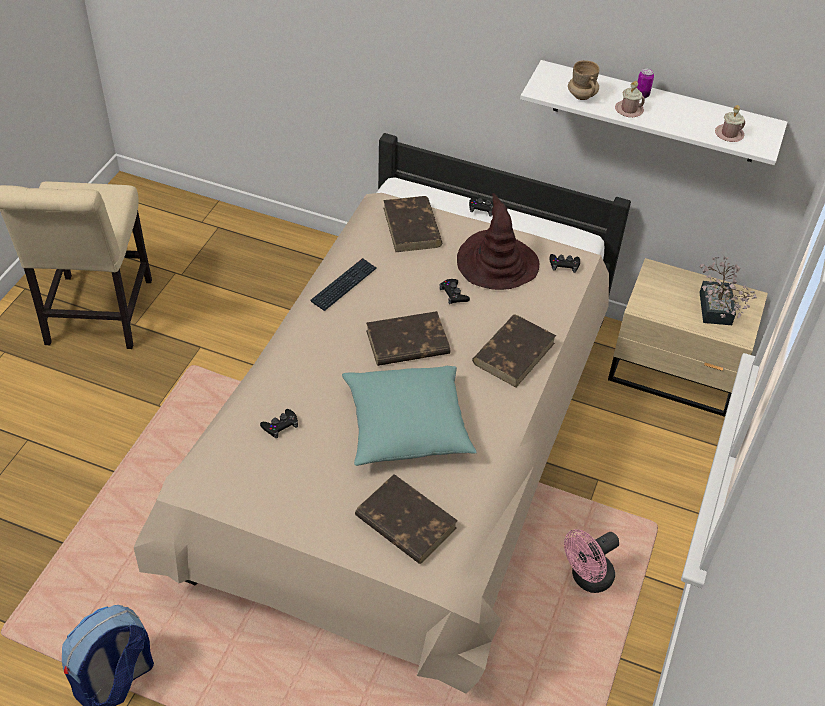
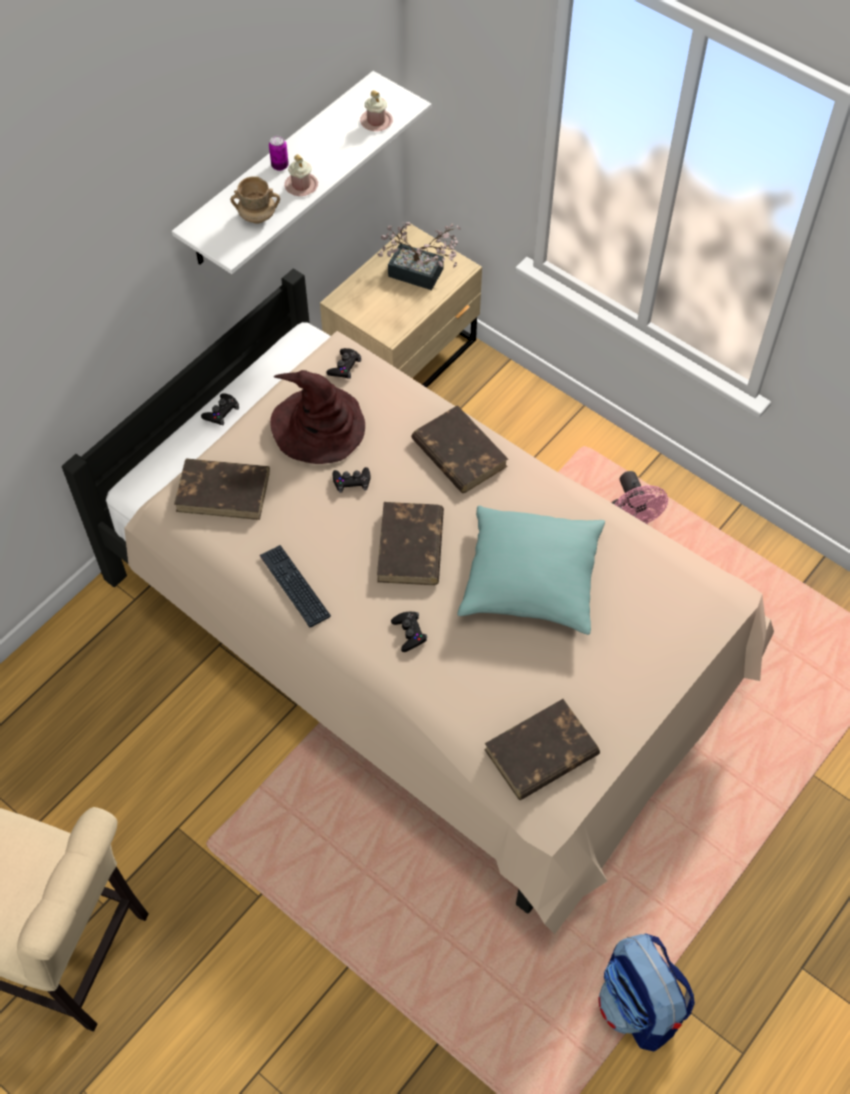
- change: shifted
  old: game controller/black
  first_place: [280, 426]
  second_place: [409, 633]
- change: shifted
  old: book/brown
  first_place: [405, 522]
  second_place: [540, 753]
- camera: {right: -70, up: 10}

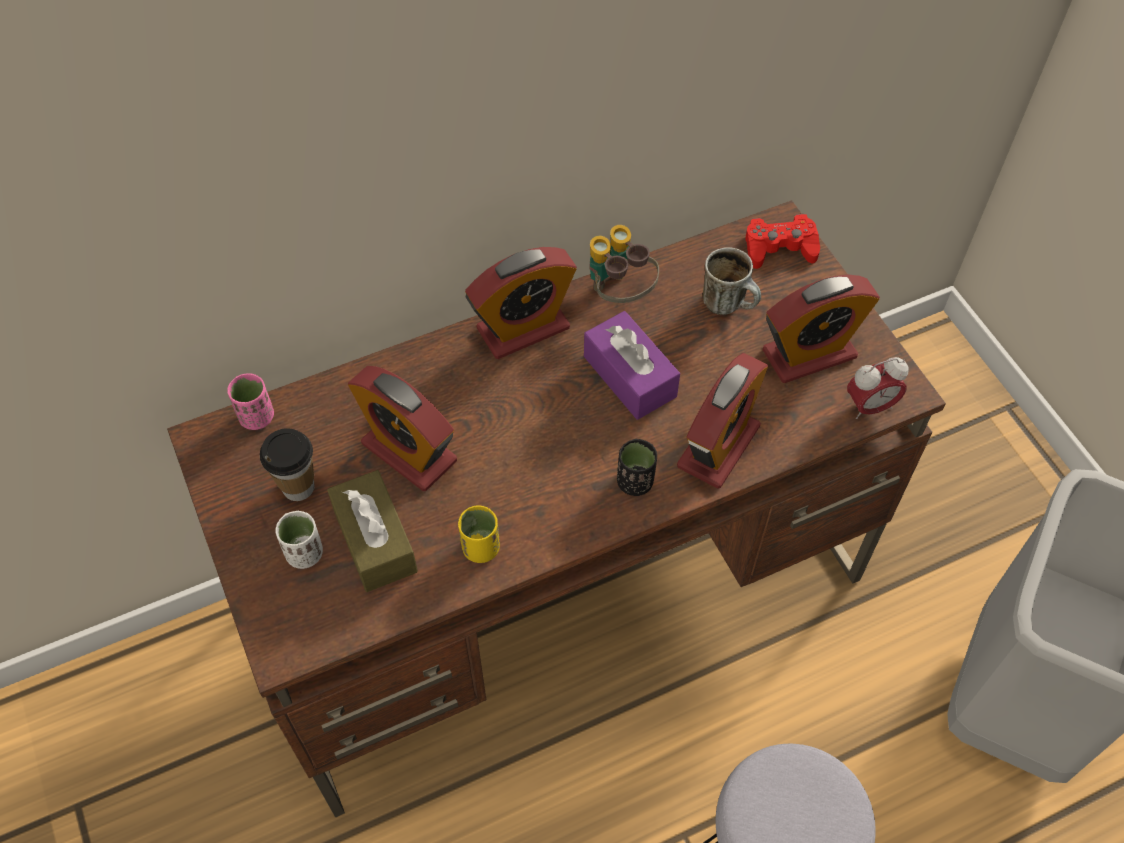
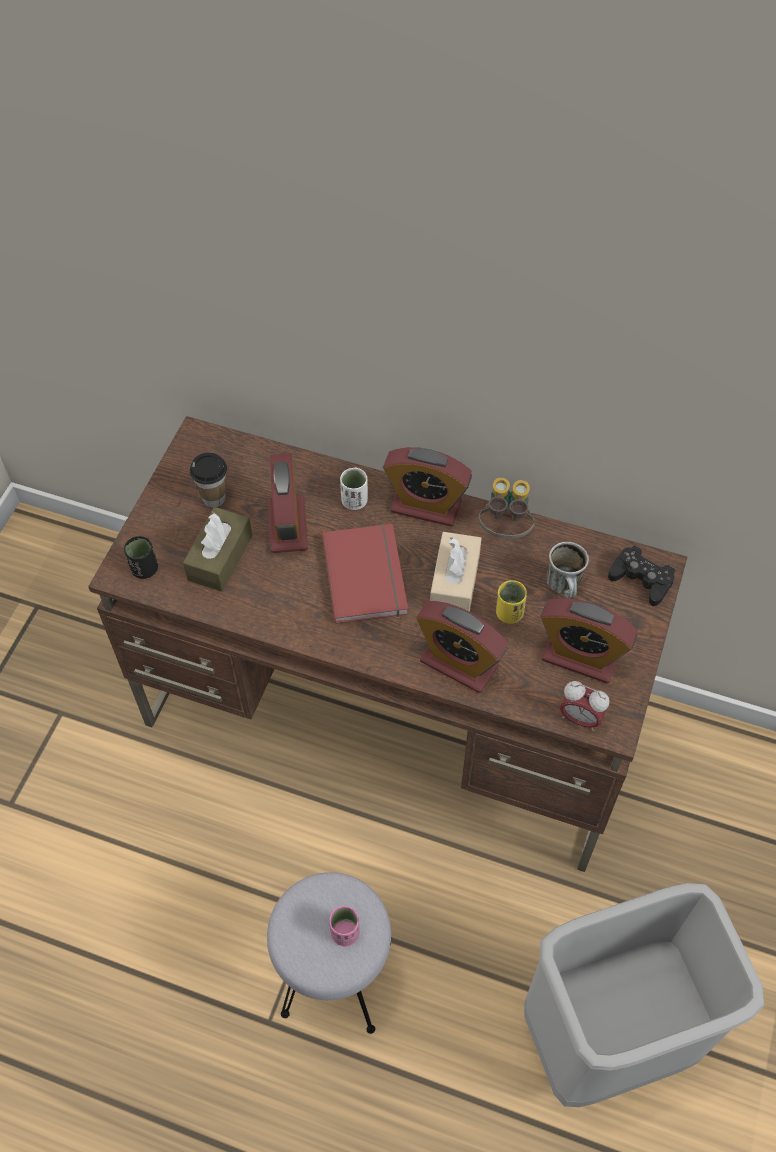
- change: repainted
  old: game controller/red
  new: game controller/black
  first_place: [779, 247]
  second_place: [641, 579]
- change: repainted
  old: tissue box/purple
  new: tissue box/beige
  first_place: [629, 376]
  second_place: [455, 582]
- change: rotated
  old: alarm clock
  first_place: [718, 446]
  second_place: [459, 663]
  degrees: 45
- change: shifted
  old: cup/pink
  first_place: [257, 417]
  second_place: [345, 933]
- change: shifted
  old: cup/black
  first_place: [635, 482]
  second_place: [144, 569]
- change: shifted
  old: cup/yellow
  first_place: [480, 548]
  second_place: [509, 613]
- change: shifted
  old: cup/white
  first_place: [305, 553]
  second_place: [354, 501]
- change: new
  new: book/red
  second_place: [368, 575]
- camera: {right: 45, up: 0}

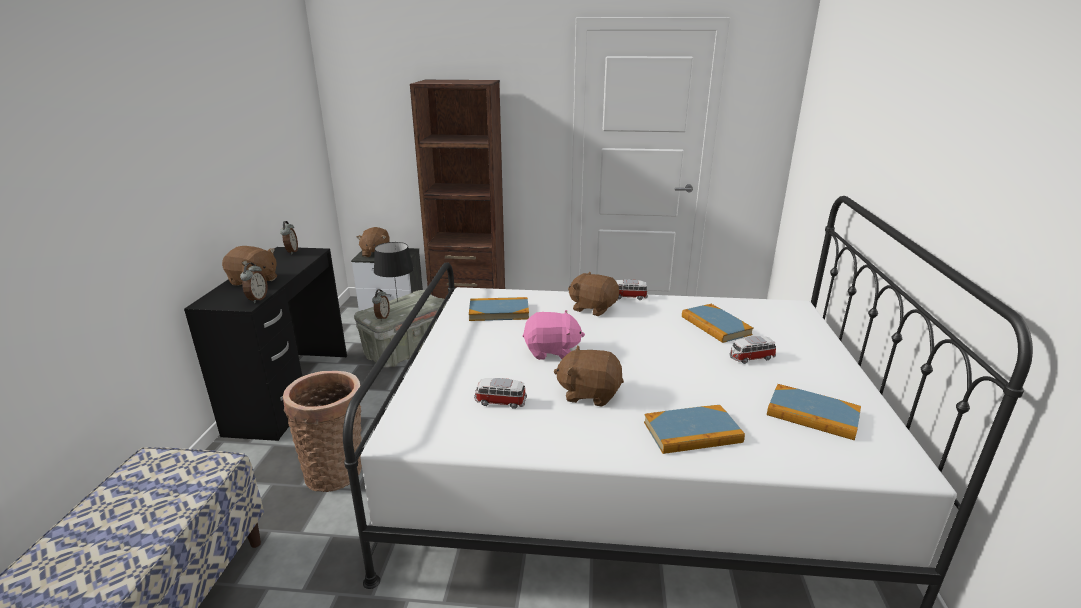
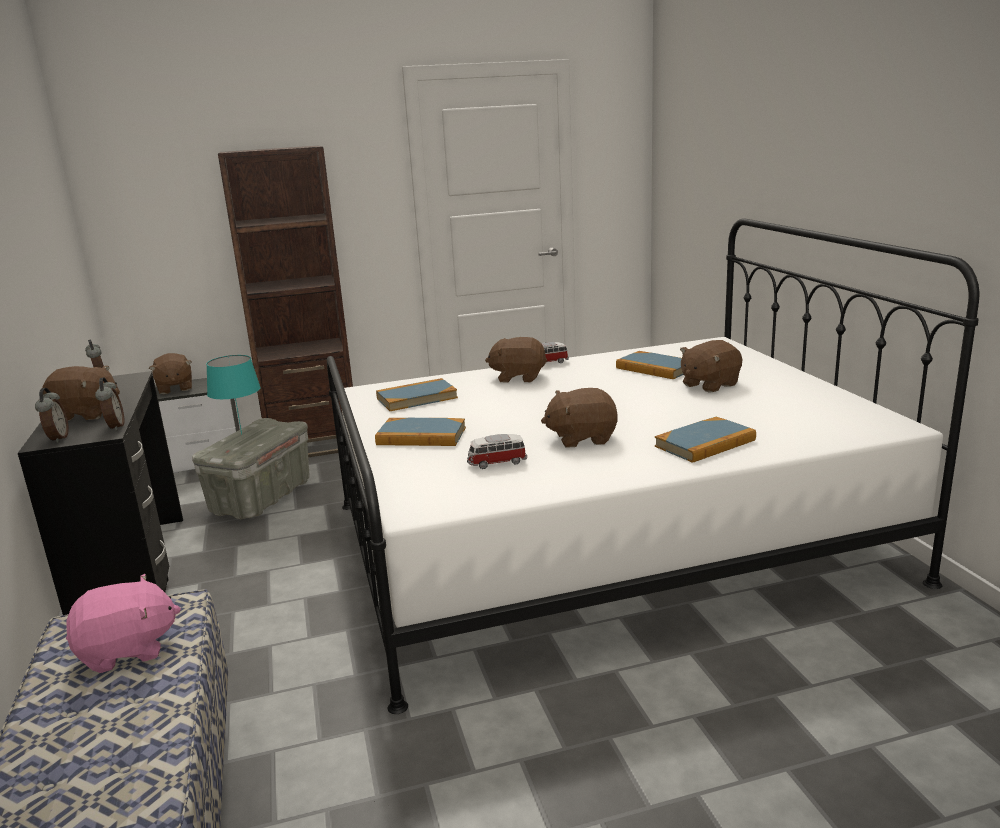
- change: repainted
  old: table lamp/black
  new: table lamp/turquoise
  first_place: [398, 302]
  second_place: [242, 434]
- change: shifted
  old: alarm clock
  first_place: [382, 317]
  second_place: [57, 439]
- change: shifted
  old: plush toy/pink
  first_place: [551, 351]
  second_place: [128, 650]
- change: swapped
  old: toy car
  new: plush toy/brown
  first_place: [751, 358]
  second_place: [709, 385]
- change: gone
  old: basket
  first_place: [336, 470]
- change: shifted
  old: book
  first_place: [812, 415]
  second_place: [421, 436]
- camera: {right: -20, up: -5}

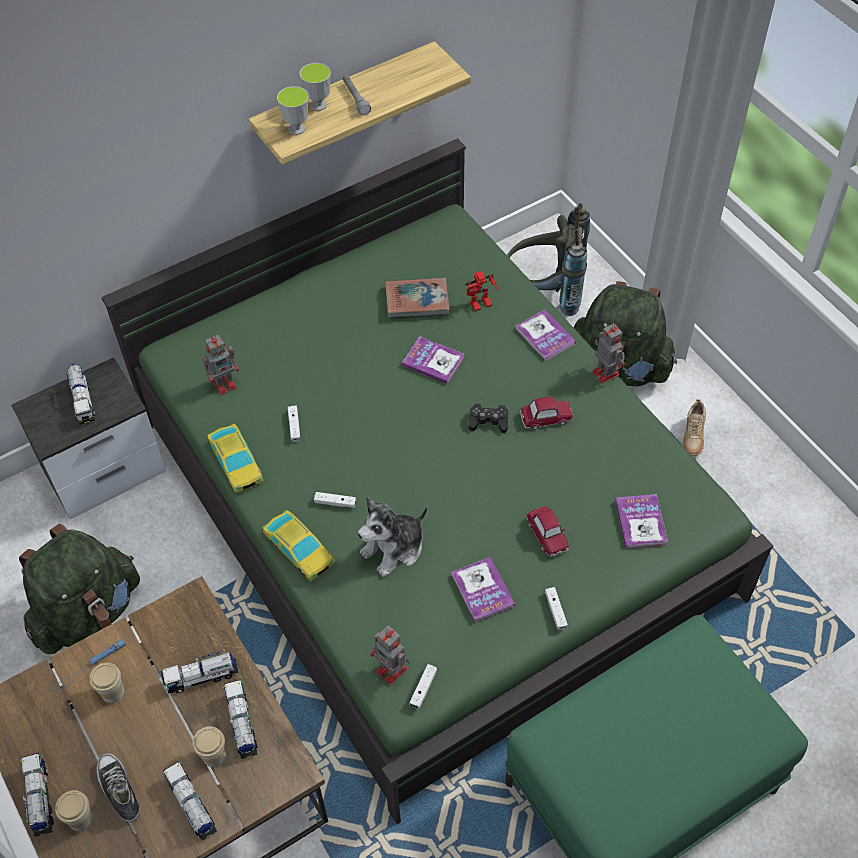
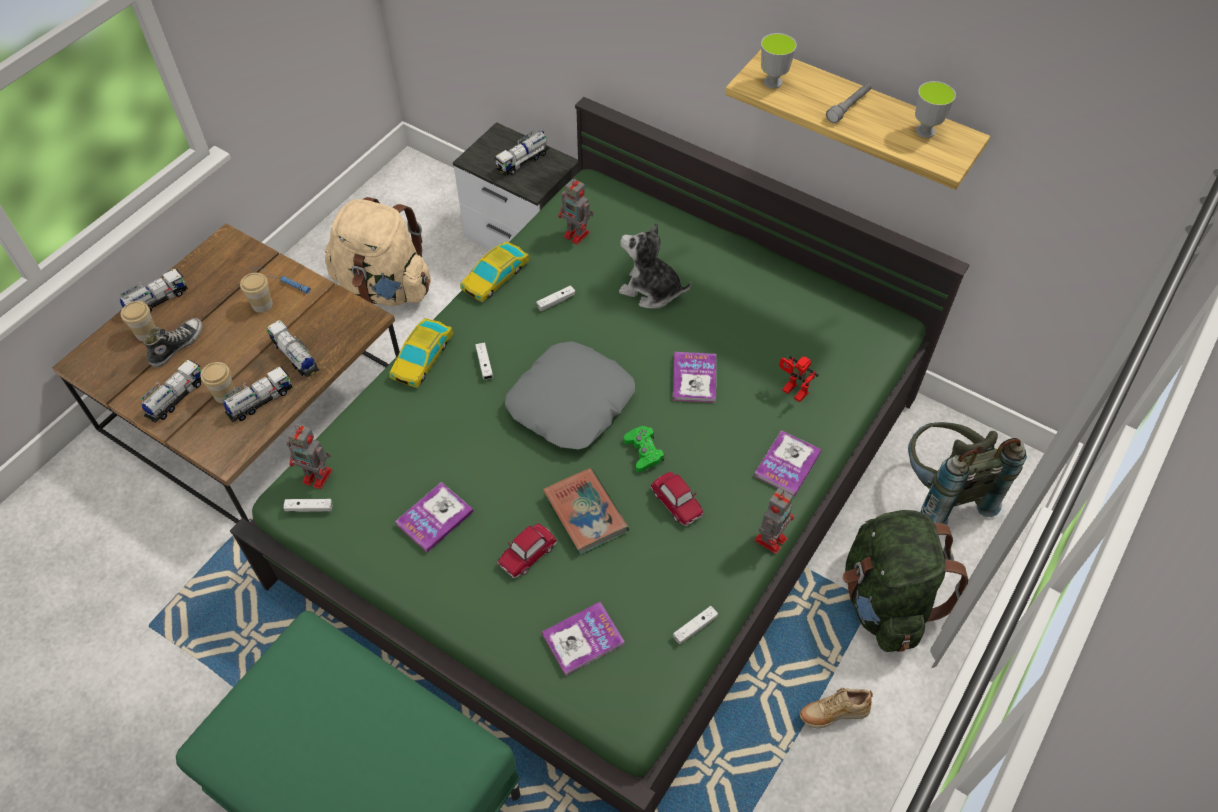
- change: shifted
  old: cup
  first_place: [318, 105]
  second_place: [925, 131]
- change: shifted
  old: book
  first_place: [417, 301]
  second_place: [585, 514]
- change: repainted
  old: game controller/black
  new: game controller/green
  first_place: [488, 421]
  second_place: [643, 452]
- change: shifted
  old: plush toy
  first_place: [394, 548]
  second_place: [651, 290]
- change: repainted
  old: backpack/green
  new: backpack/beige
  first_place: [88, 613]
  second_place: [385, 288]
- change: shifted
  old: game controller/white
  first_place: [555, 611]
  second_place: [695, 627]
- change: rotated
  old: toy robot
  first_place: [392, 671]
  second_place: [319, 476]
  degrees: -90
- change: new
  new: pillow/grey
  second_place: [571, 403]
- camera: {right: 65, up: 0}

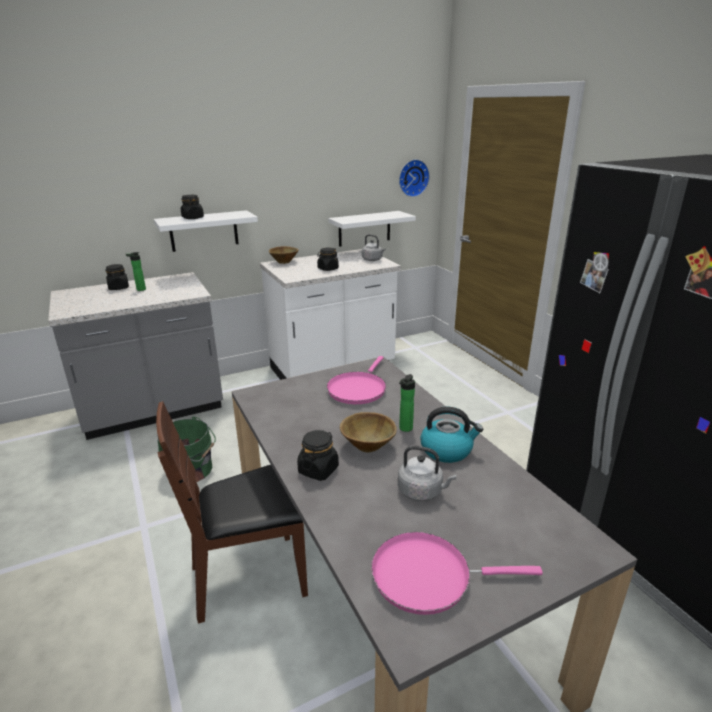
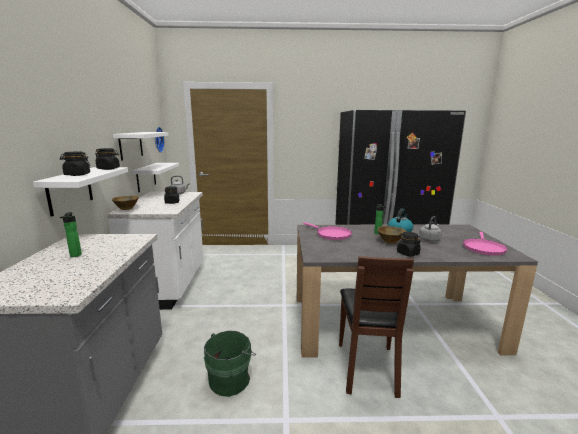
- change: shifted
  old: jar/black
  first_place: [119, 288]
  second_place: [108, 169]
- change: new
  new: shelf/white
  second_place: [130, 145]
- camera: {right: -65, up: -10}

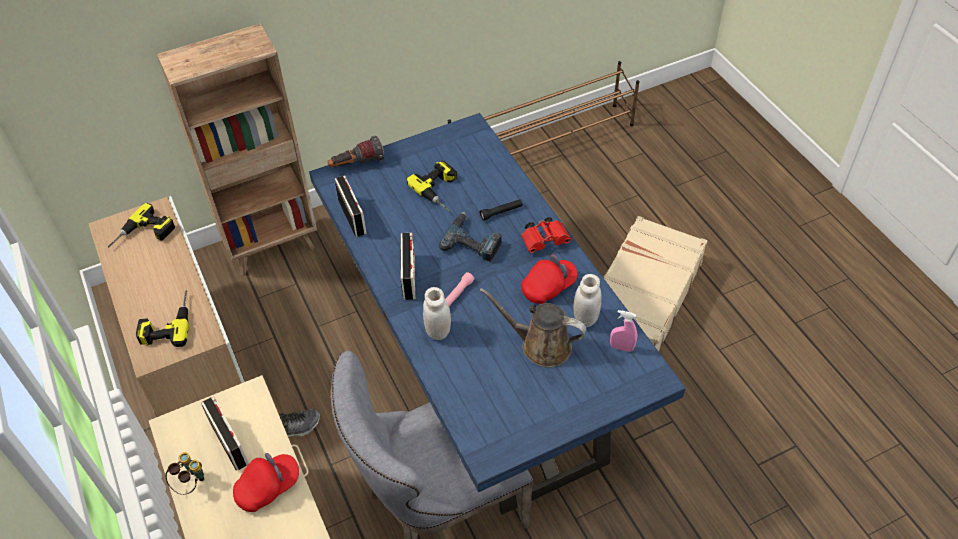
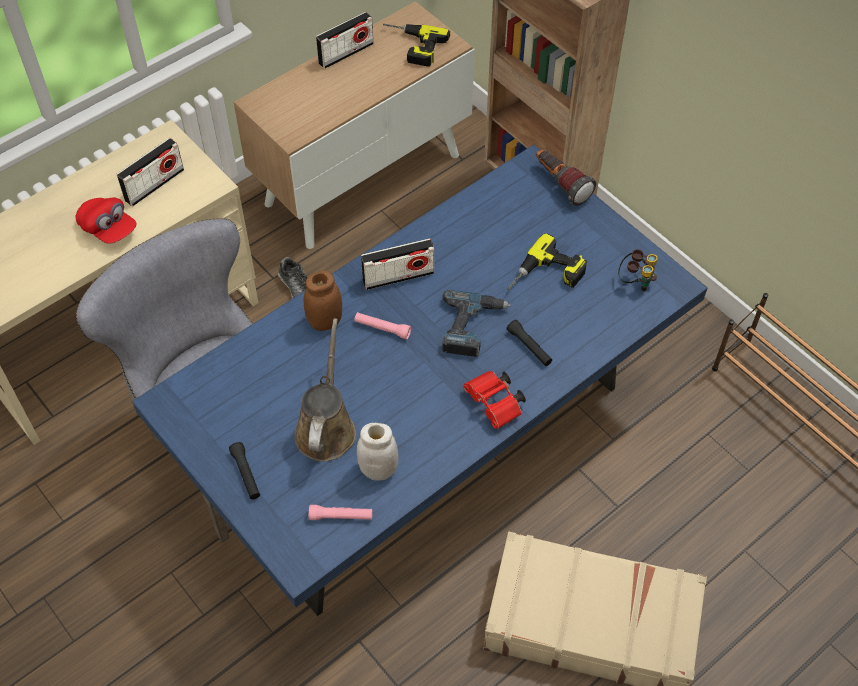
- change: shifted
  old: radio
  first_place: [352, 216]
  second_place: [346, 53]
- change: gone
  old: cap/red
  first_place: [549, 287]
- change: repainted
  old: jar/white
  new: jar/brown
  first_place: [438, 331]
  second_place: [325, 322]
- change: gone
  old: power drill
  first_place: [167, 322]
- change: swapped
  old: spray bottle/pink
  new: flashlight/pink
  first_place: [621, 347]
  second_place: [341, 516]
- change: shifted
  old: binoculars
  first_place: [190, 483]
  second_place: [635, 281]
- change: new
  new: flashlight/black
  second_place: [246, 474]
- camera: {right: 75, up: 5}

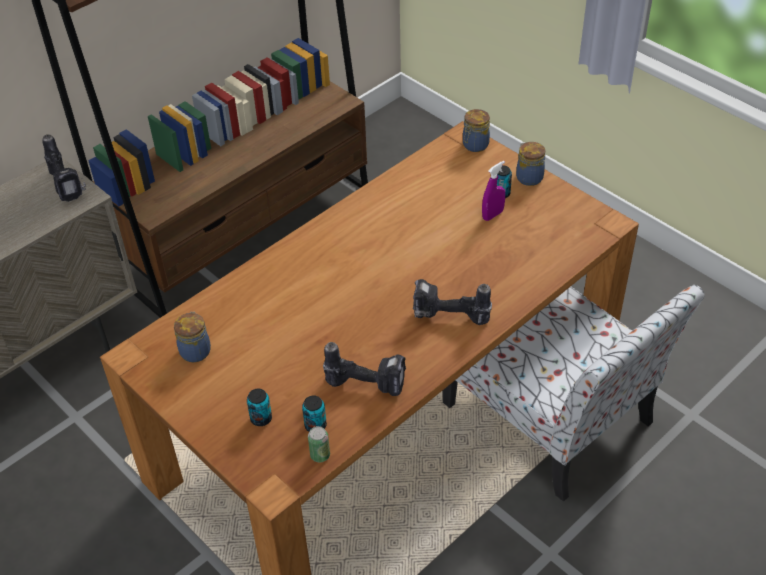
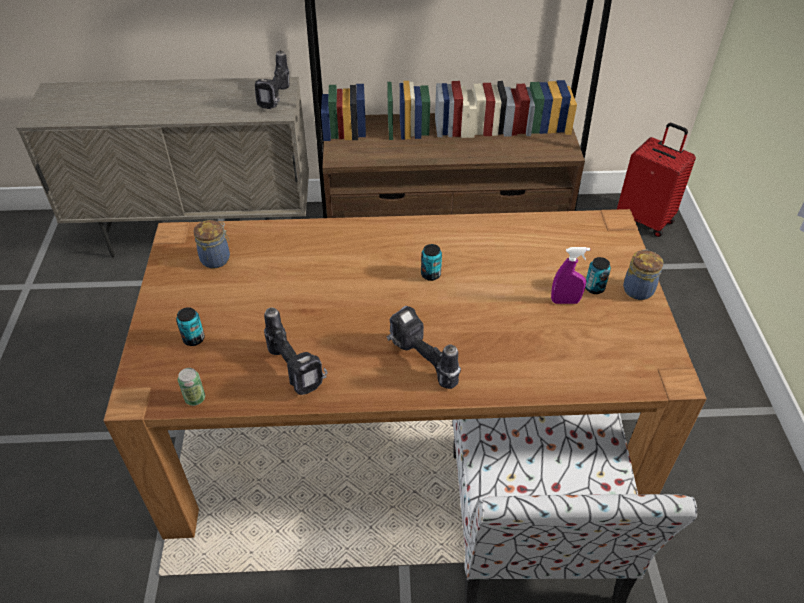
- change: gone
  old: jar
  first_place: [474, 145]
- change: shifted
  old: can
  first_place: [315, 425]
  second_place: [430, 274]
- change: new
  new: suitcase/red
  second_place: [645, 219]
- camera: {right: 40, up: 0}

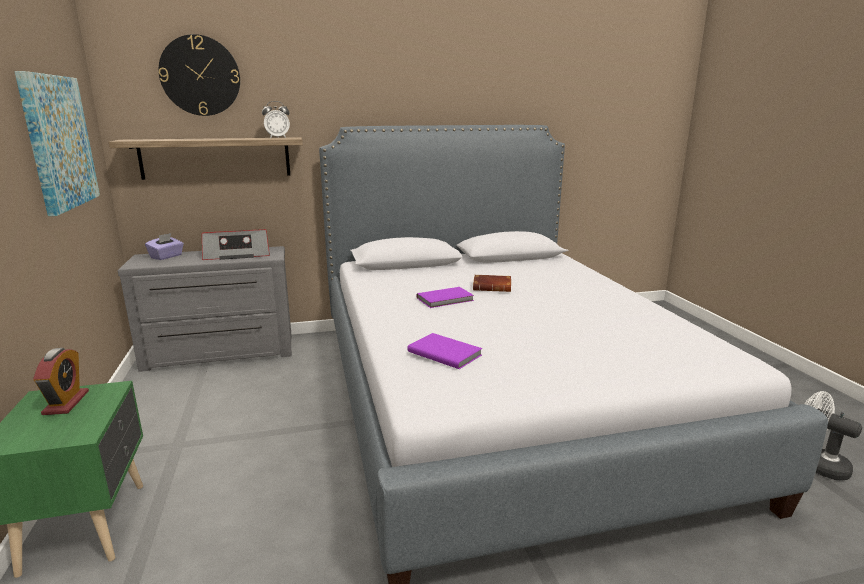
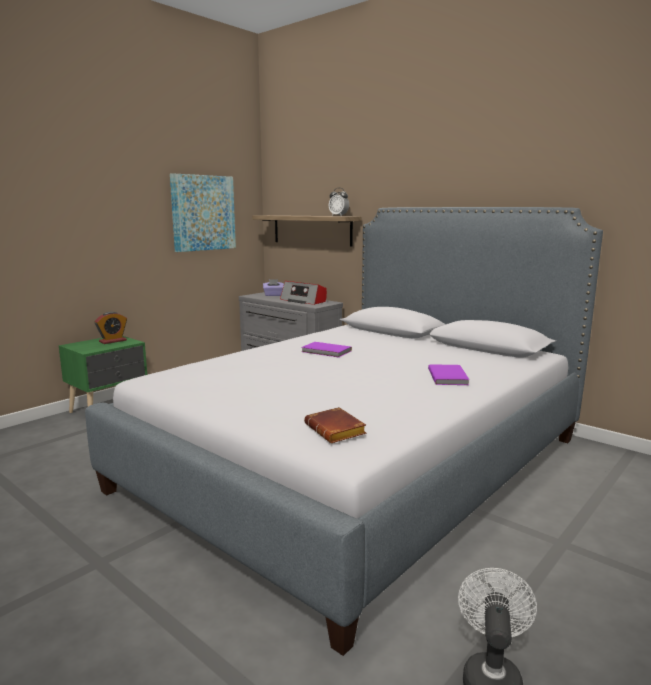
- change: gone
  old: wall clock
  first_place: [200, 76]
- change: shifted
  old: book/brown
  first_place: [493, 287]
  second_place: [337, 431]
- change: shifted
  old: book/purple
  first_place: [445, 352]
  second_place: [449, 377]
- camera: {right: 55, up: -5}

